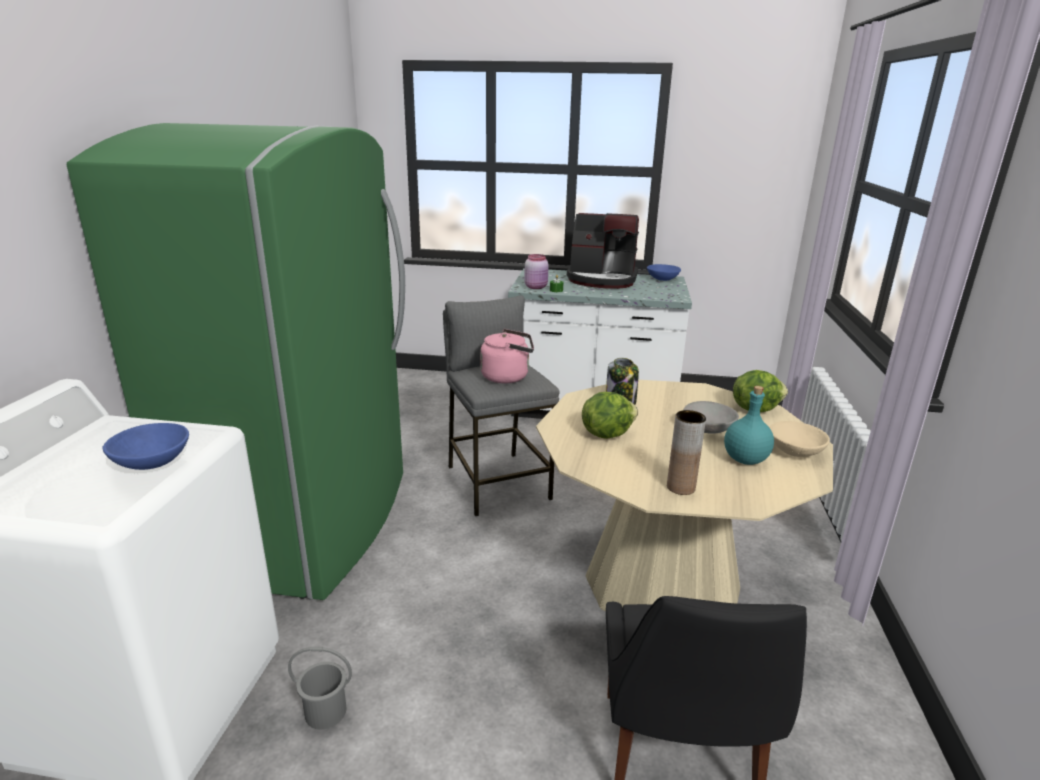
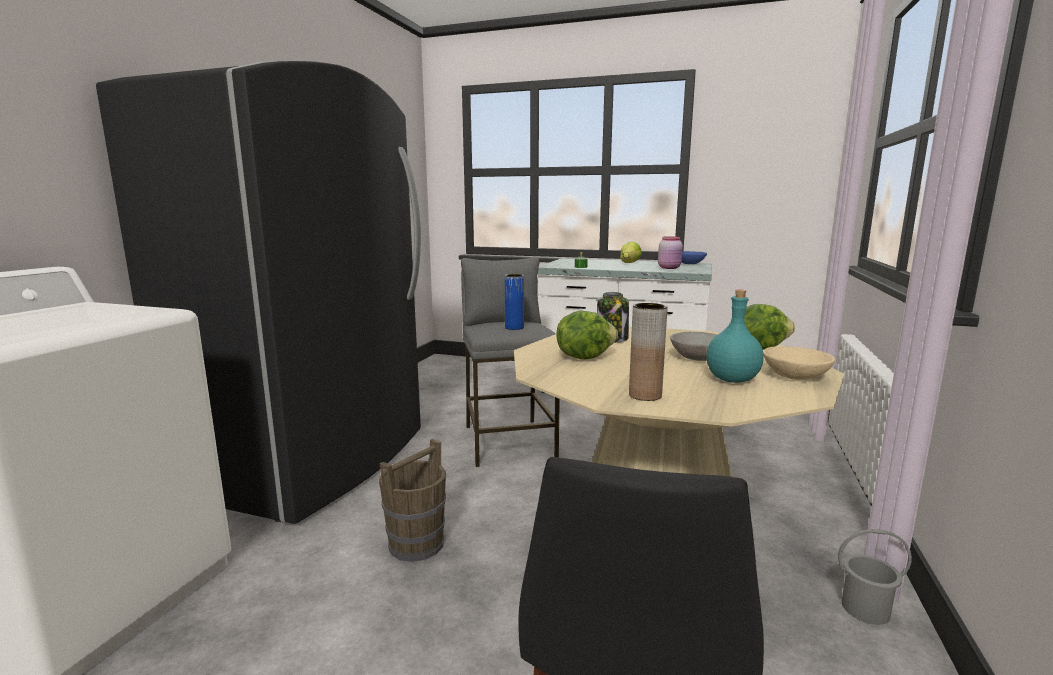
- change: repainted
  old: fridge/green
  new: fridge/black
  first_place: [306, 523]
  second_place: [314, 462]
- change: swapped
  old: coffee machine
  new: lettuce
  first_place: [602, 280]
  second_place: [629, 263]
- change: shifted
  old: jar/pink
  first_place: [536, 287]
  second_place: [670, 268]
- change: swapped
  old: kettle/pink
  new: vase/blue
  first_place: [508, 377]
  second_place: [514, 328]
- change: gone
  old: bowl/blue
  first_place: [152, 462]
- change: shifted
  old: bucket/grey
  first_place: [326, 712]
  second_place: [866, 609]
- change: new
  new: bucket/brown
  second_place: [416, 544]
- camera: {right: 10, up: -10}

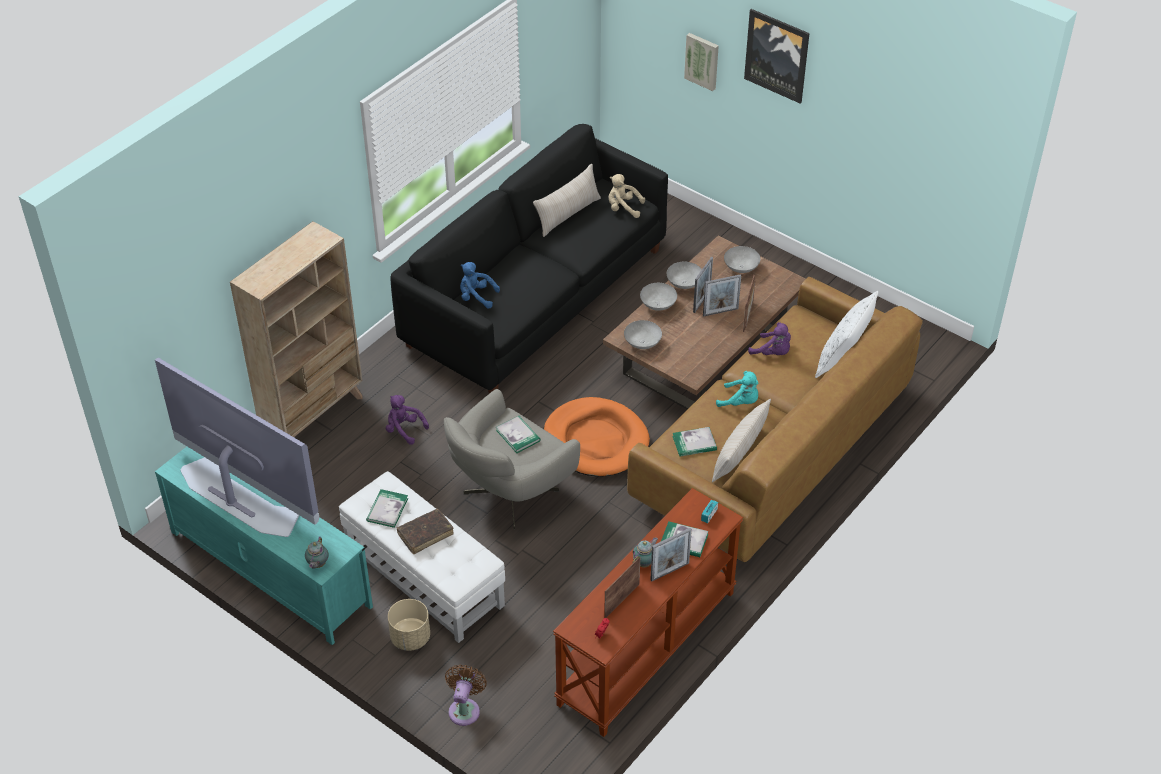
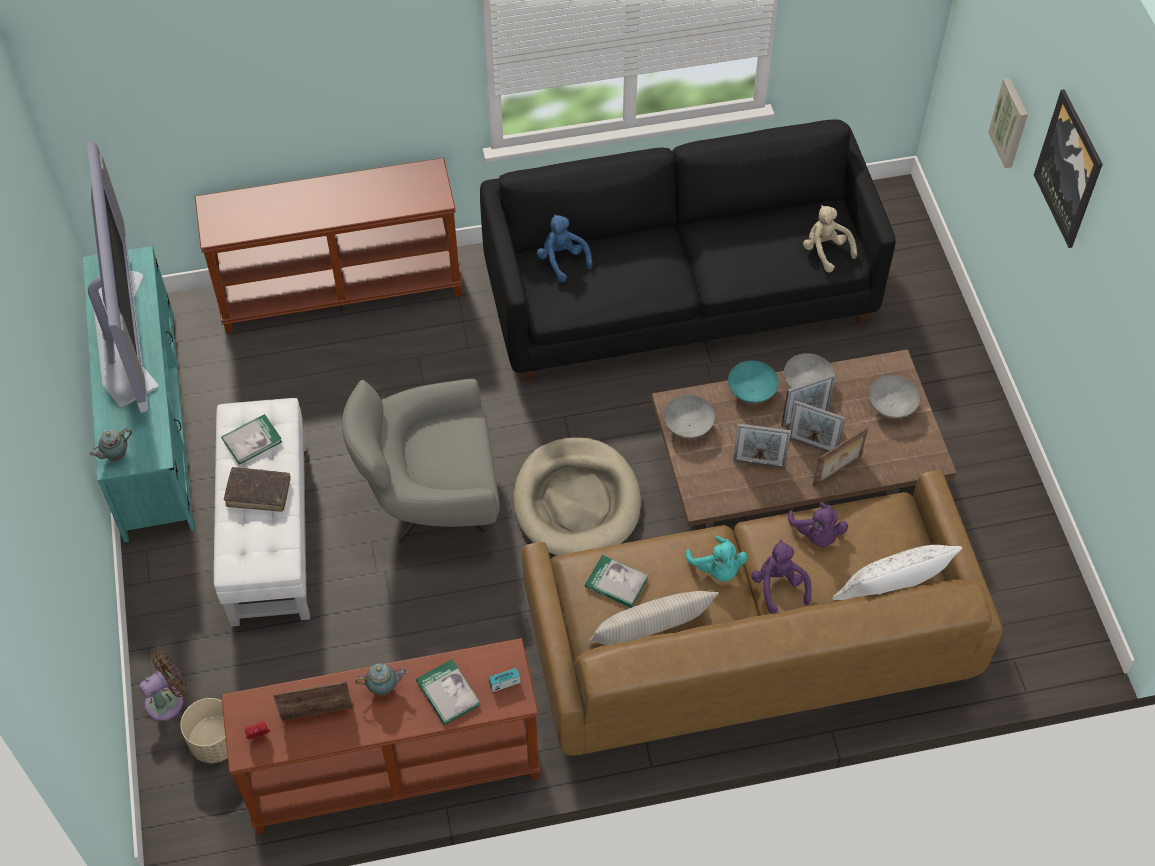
- change: gone
  old: pillow/beige
  first_place: [568, 214]
- change: swapped
  old: bookcase/beige
  new: console table/brown
  first_place: [314, 416]
  second_place: [341, 289]
- change: repainted
  old: bowl/grey
  new: bowl/turquoise
  first_place: [658, 305]
  second_place: [751, 392]
- change: shifted
  old: plush toy/purple
  first_place: [404, 429]
  second_place: [778, 586]
- change: repainted
  old: dog bed/orange
  new: dog bed/beige
  first_place: [596, 441]
  second_place: [577, 502]
- change: gone
  old: book
  first_place: [518, 435]
- change: shifted
  old: picture frame
  first_place: [669, 571]
  second_place: [758, 463]
- change: shifted
  old: planter/beige
  first_place: [410, 637]
  second_place: [215, 742]
- camera: {right: 40, up: 10}

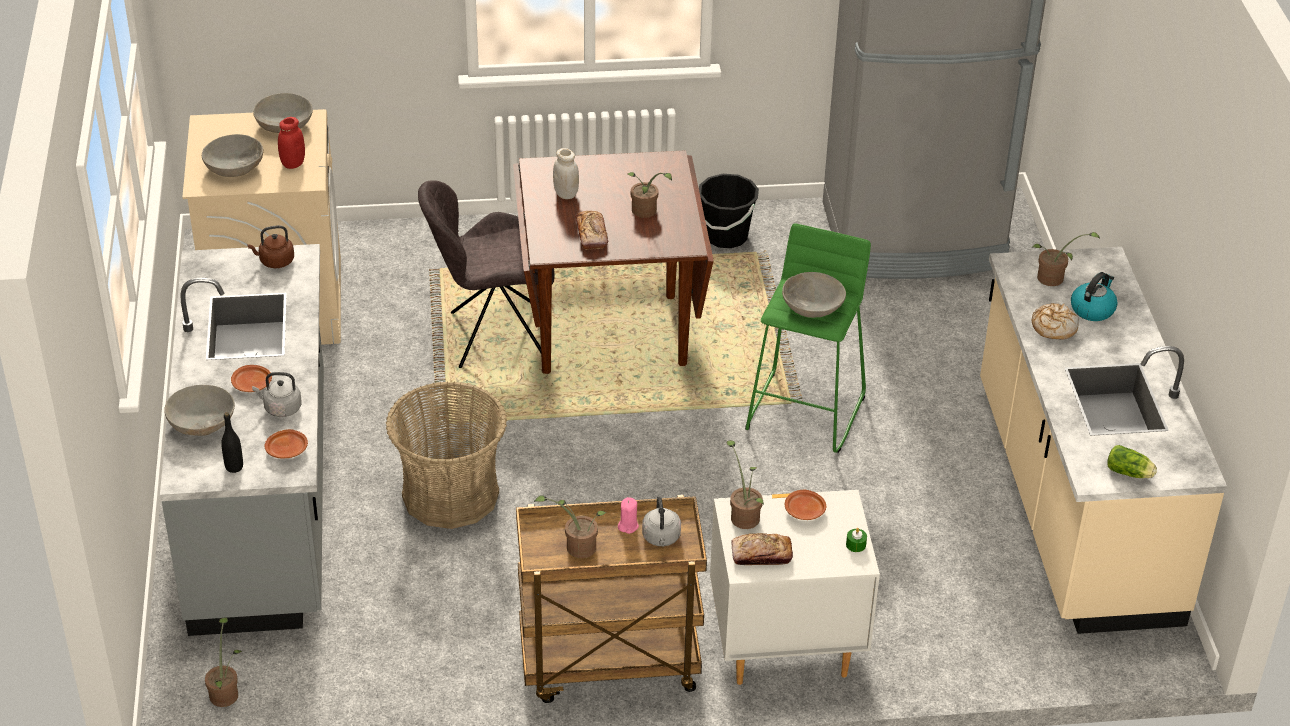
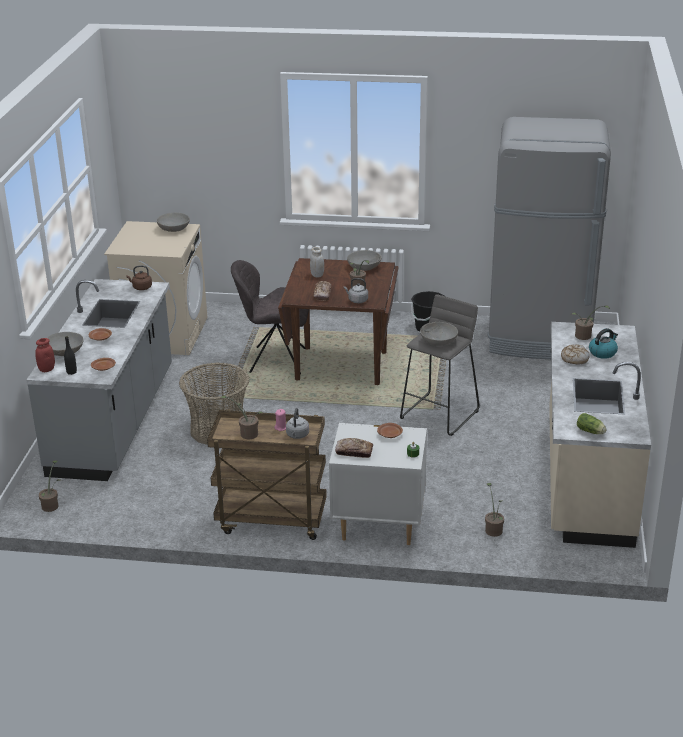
- change: shifted
  old: jar/red
  first_place: [293, 163]
  second_place: [46, 369]
- change: shifted
  old: bowl/grey
  first_place: [234, 167]
  second_place: [364, 267]
- change: repainted
  old: stool/green
  new: stool/grey
  first_place: [805, 412]
  second_place: [440, 414]
- change: shifted
  old: kettle/grey
  first_place: [280, 408]
  second_place: [357, 300]
- change: shifted
  old: potted plant
  first_place: [744, 515]
  second_place: [493, 529]
- camera: {right: 15, up: -10}

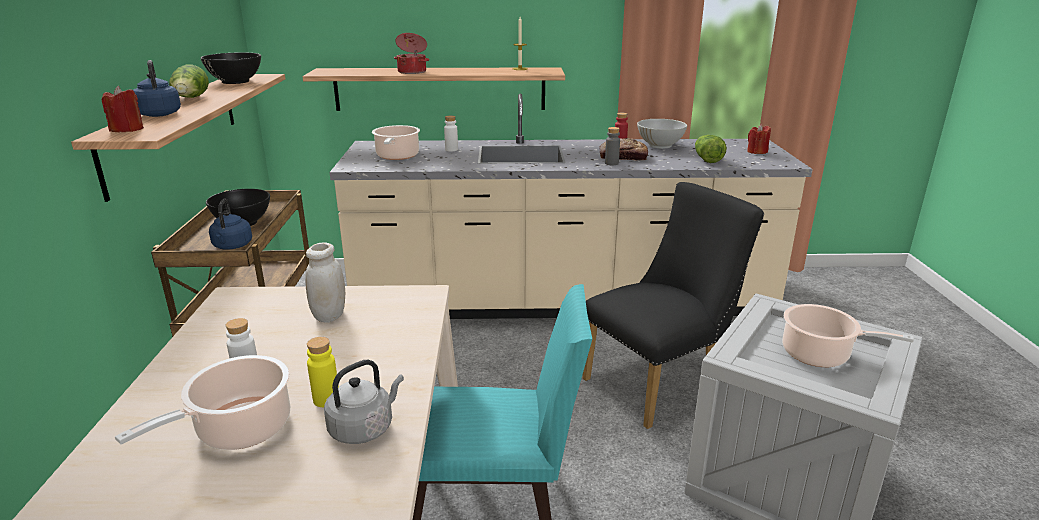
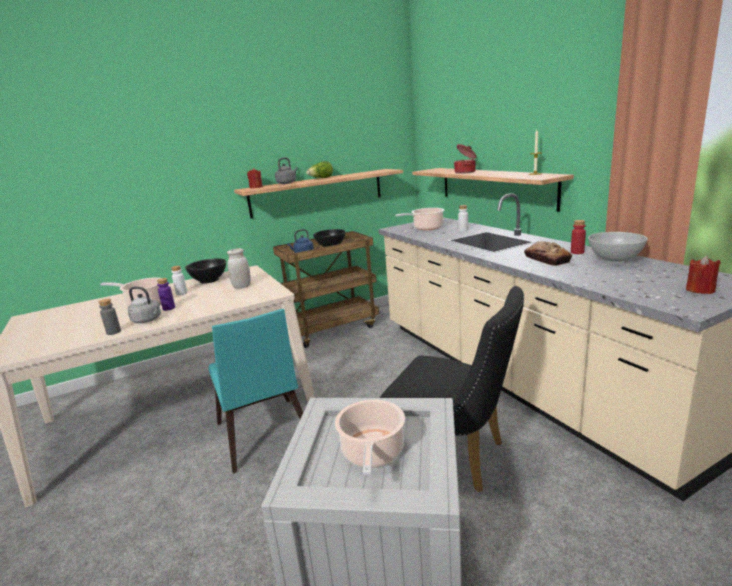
- change: shifted
  old: bowl/black
  first_place: [236, 81]
  second_place: [209, 280]
- change: repainted
  old: kettle/blue
  new: kettle/grey
  first_place: [159, 114]
  second_place: [287, 183]
- change: shifted
  old: bottle/grey
  first_place: [611, 163]
  second_place: [113, 332]
- change: gone
  old: lettuce
  first_place: [706, 159]
- change: repainted
  old: bottle/yellow
  new: bottle/purple
  first_place: [326, 399]
  second_place: [169, 308]
- camera: {right: 65, up: -5}

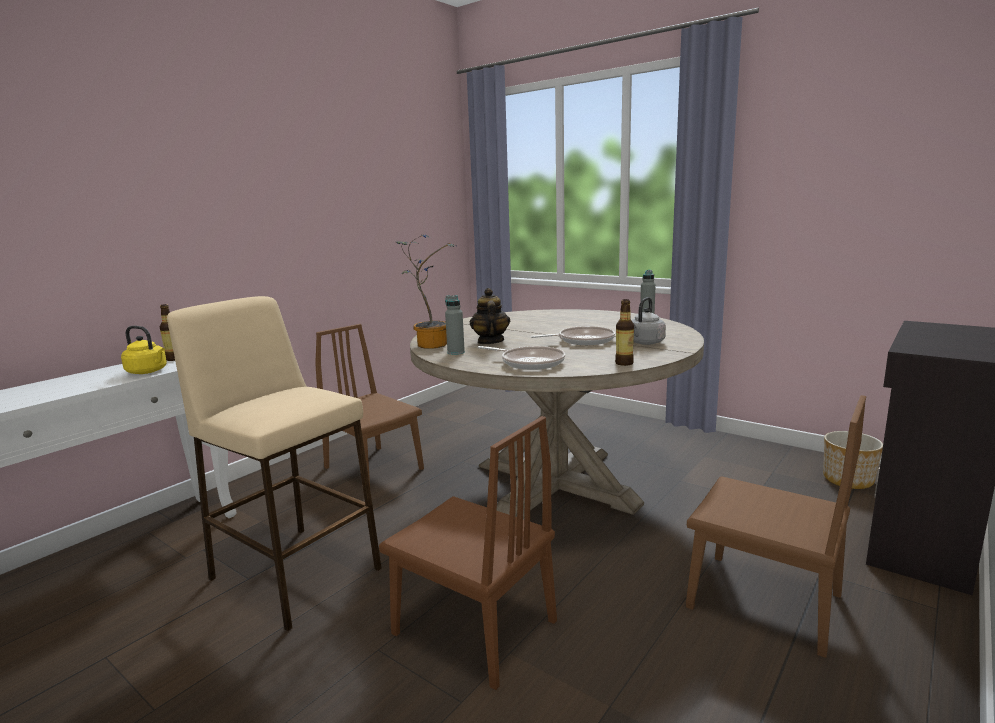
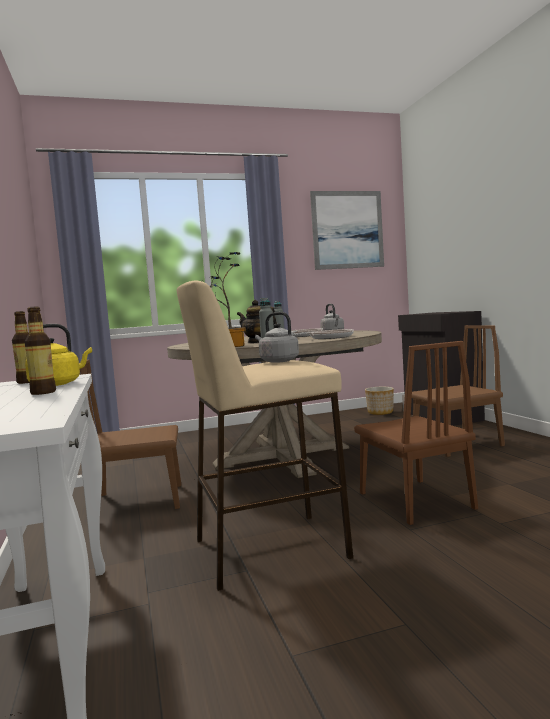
- change: shifted
  old: bottle
  first_place: [624, 363]
  second_place: [43, 392]
- change: rotated
  old: chair/brown
  first_place: [474, 627]
  second_place: [415, 500]
  degrees: 90
- change: new
  new: picture
  second_place: [347, 230]
- change: new
  new: kettle/grey
  second_place: [277, 361]
- camera: {right: -55, up: -10}

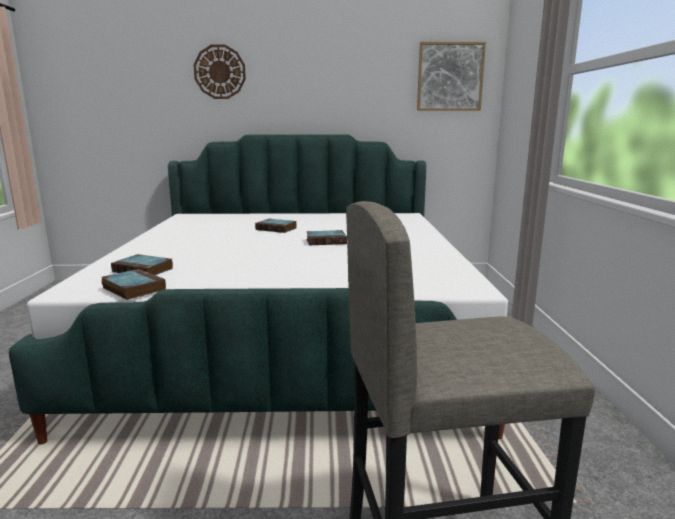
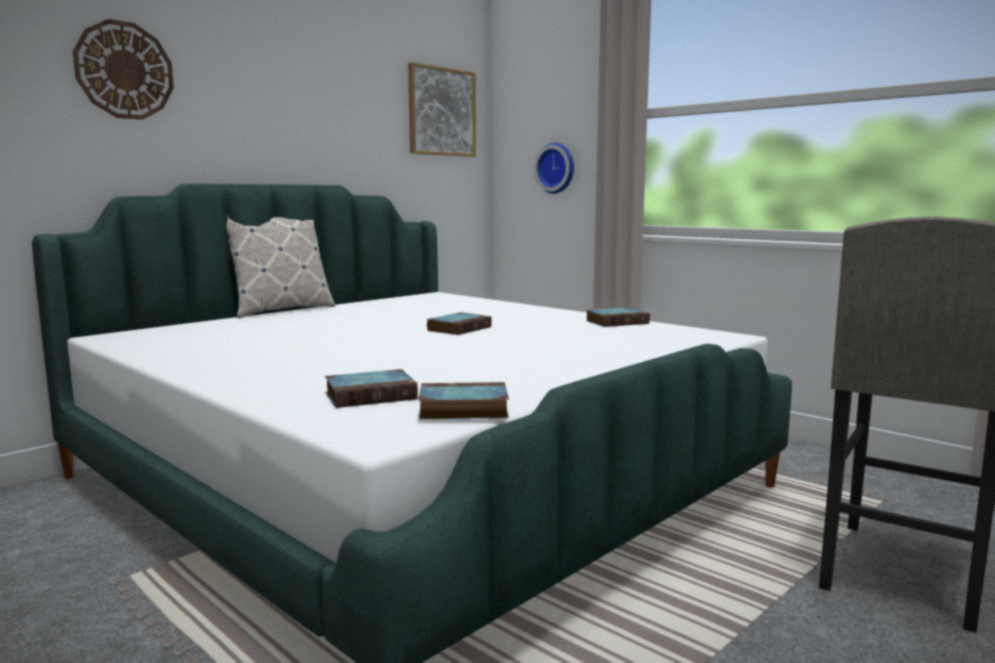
- change: shifted
  old: book
  first_place: [277, 229]
  second_place: [618, 322]
- change: new
  new: wall clock
  second_place: [557, 168]
- change: new
  new: pillow
  second_place: [280, 310]
- camera: {right: -45, up: -5}

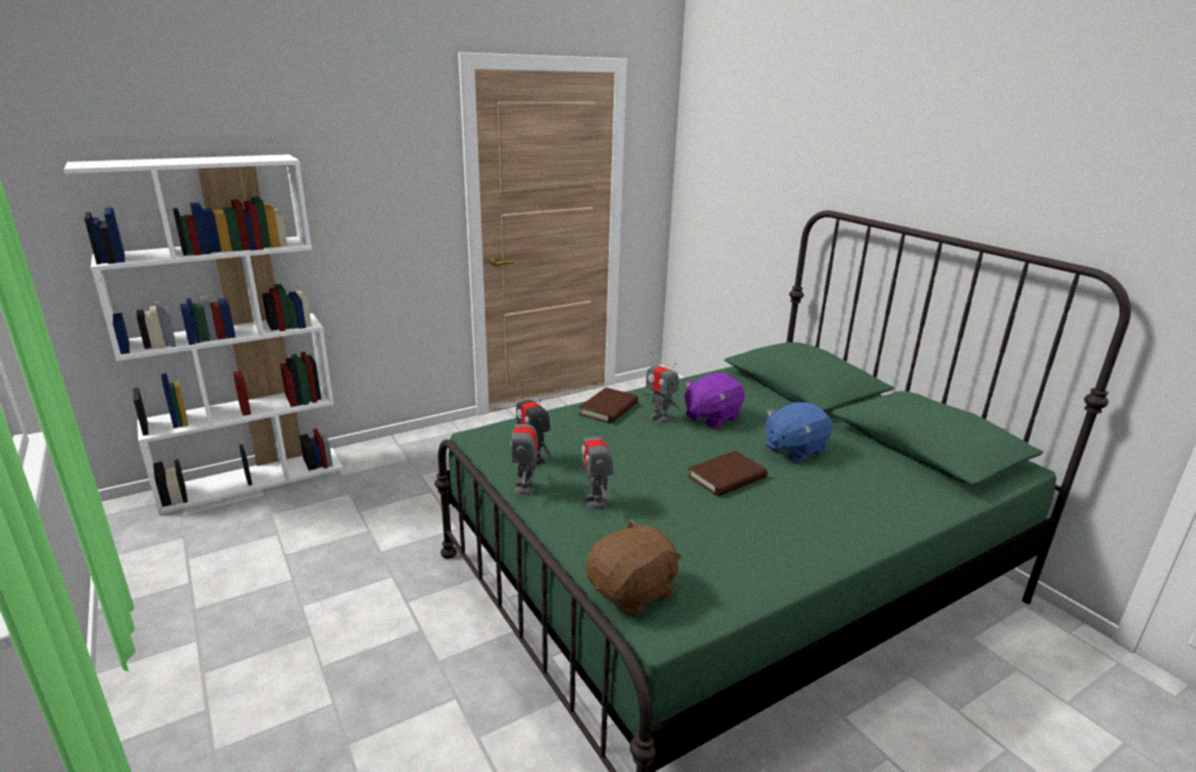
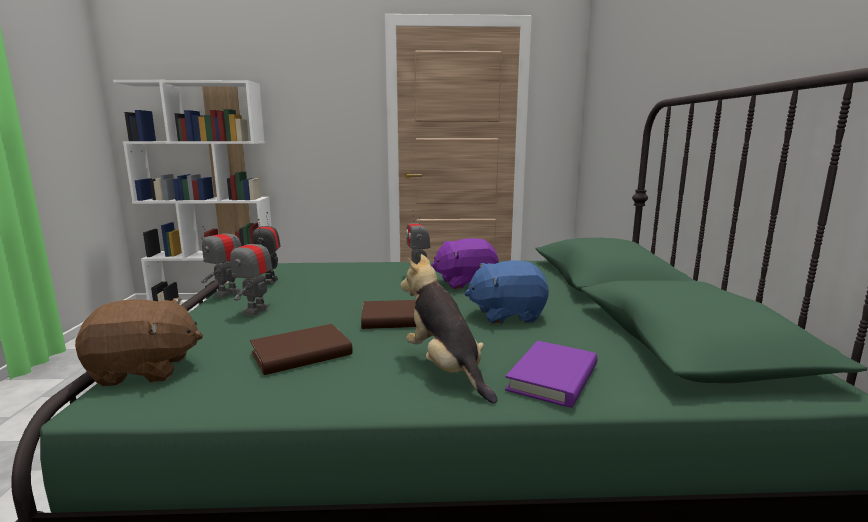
- change: shifted
  old: book/brown
  first_place: [608, 409]
  second_place: [301, 354]
- change: new
  new: plush toy
  second_place: [446, 369]
- change: new
  new: book/purple
  second_place: [553, 378]
- camera: {right: 30, up: -10}

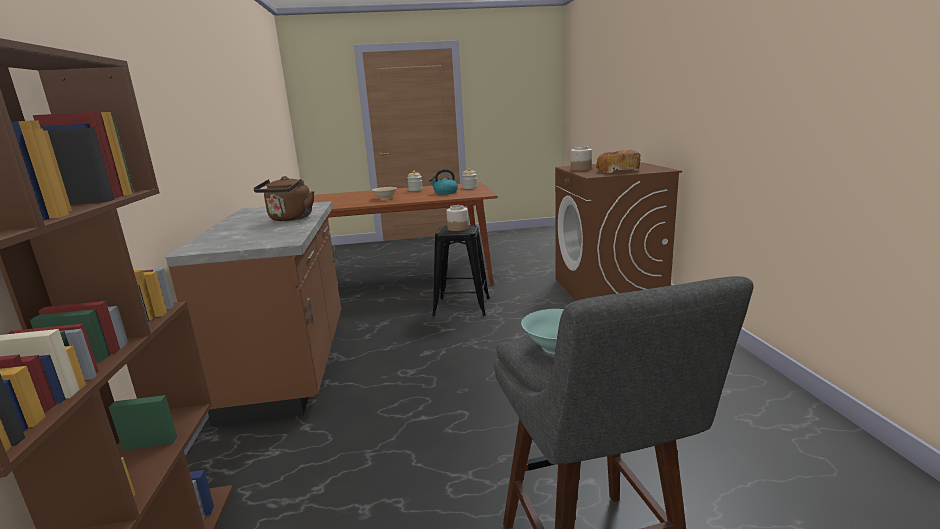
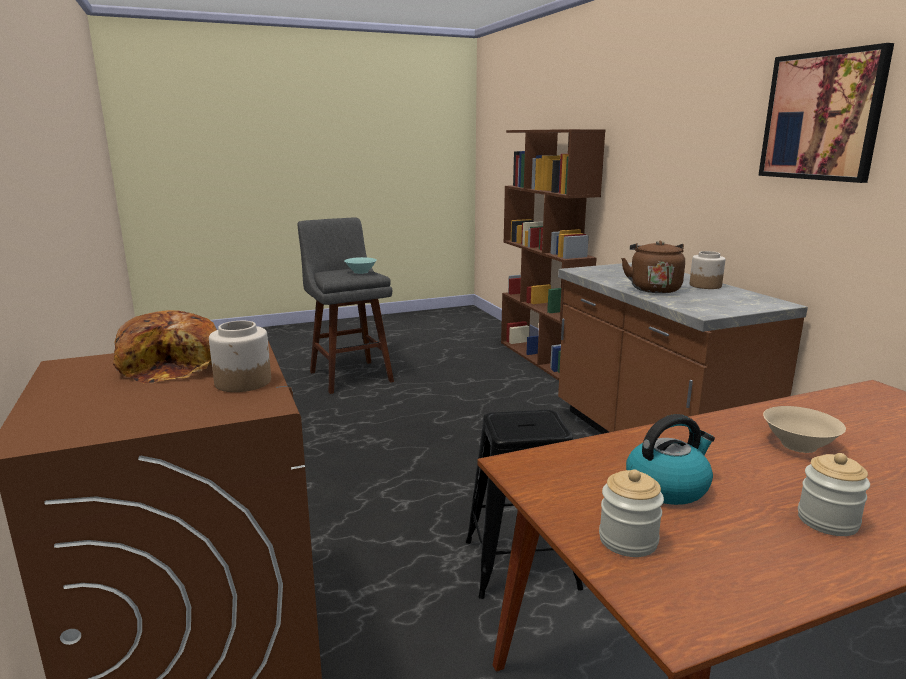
- change: shifted
  old: jar
  first_place: [458, 228]
  second_place: [705, 285]
- change: new
  new: picture
  second_place: [822, 116]
- camera: {right: 165, up: 0}

